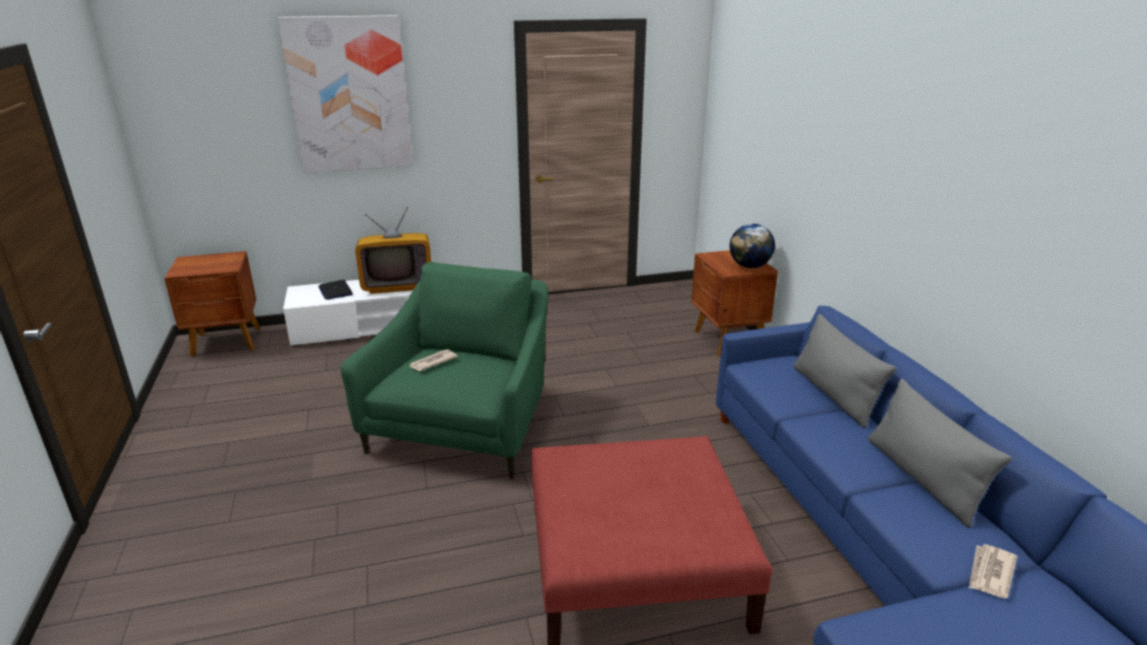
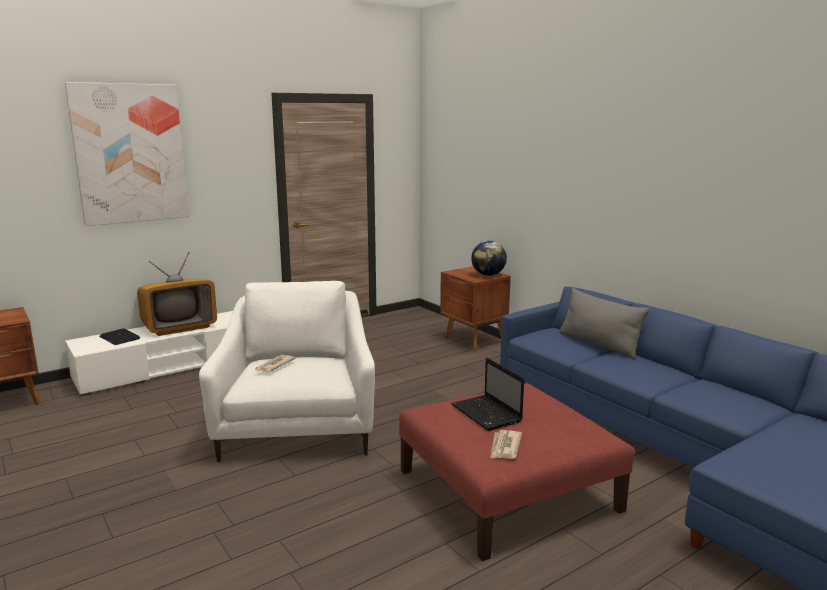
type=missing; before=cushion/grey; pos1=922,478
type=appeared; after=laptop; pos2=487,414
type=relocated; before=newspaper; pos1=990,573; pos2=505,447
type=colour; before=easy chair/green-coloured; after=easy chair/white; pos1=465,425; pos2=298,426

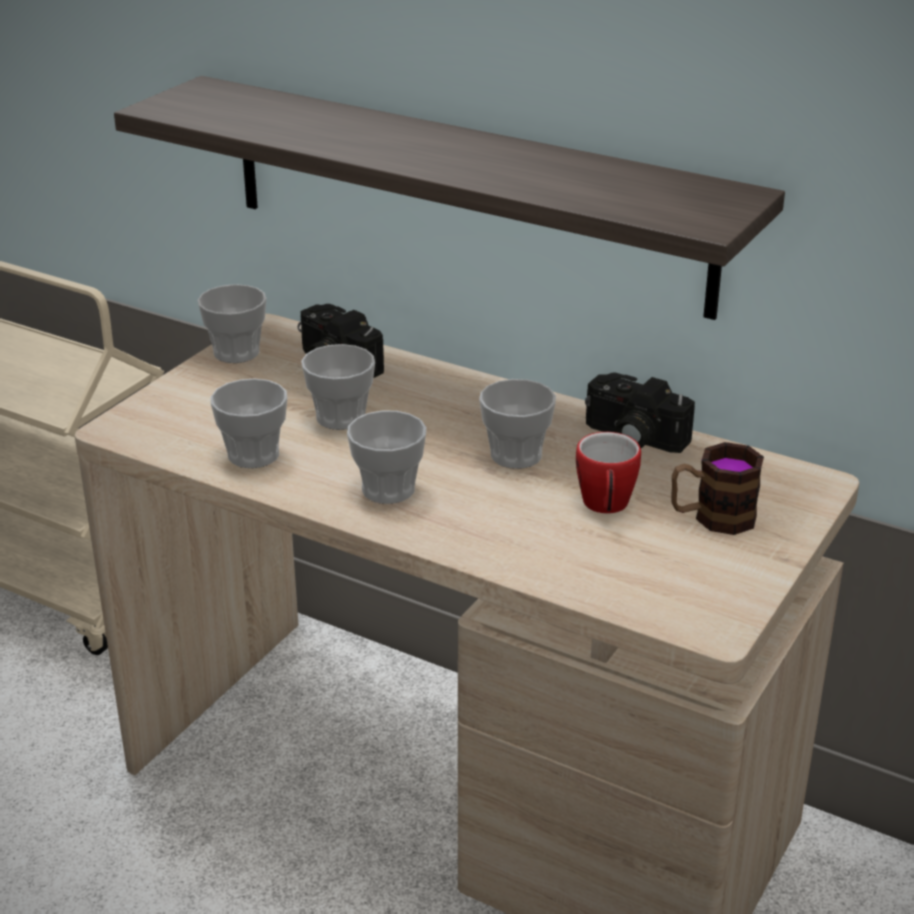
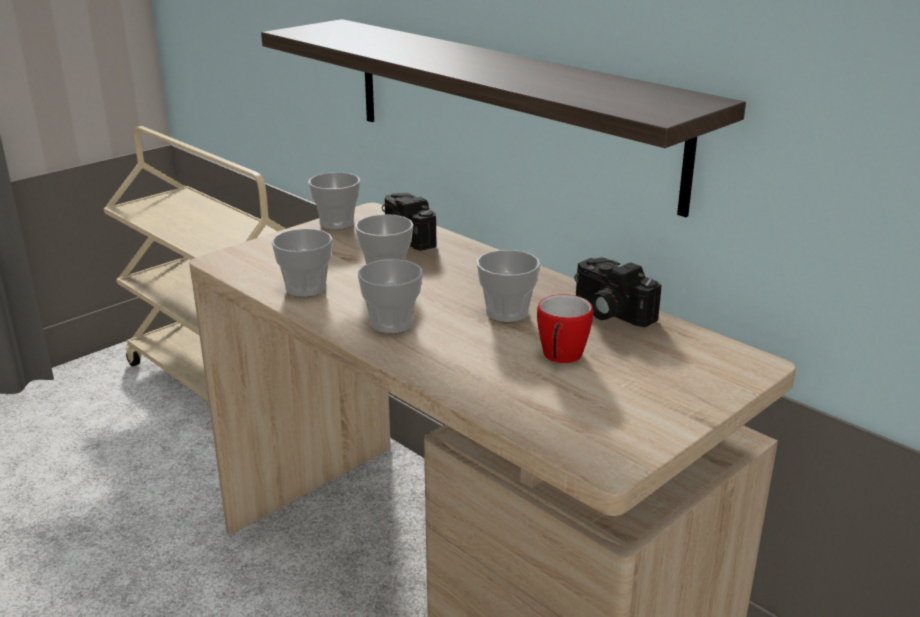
type=missing; before=tea mug; pos1=712,518

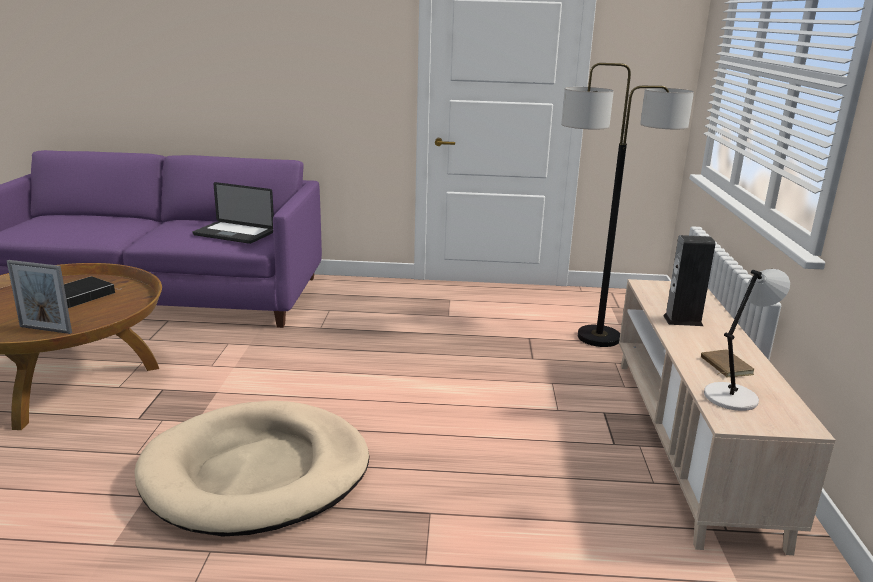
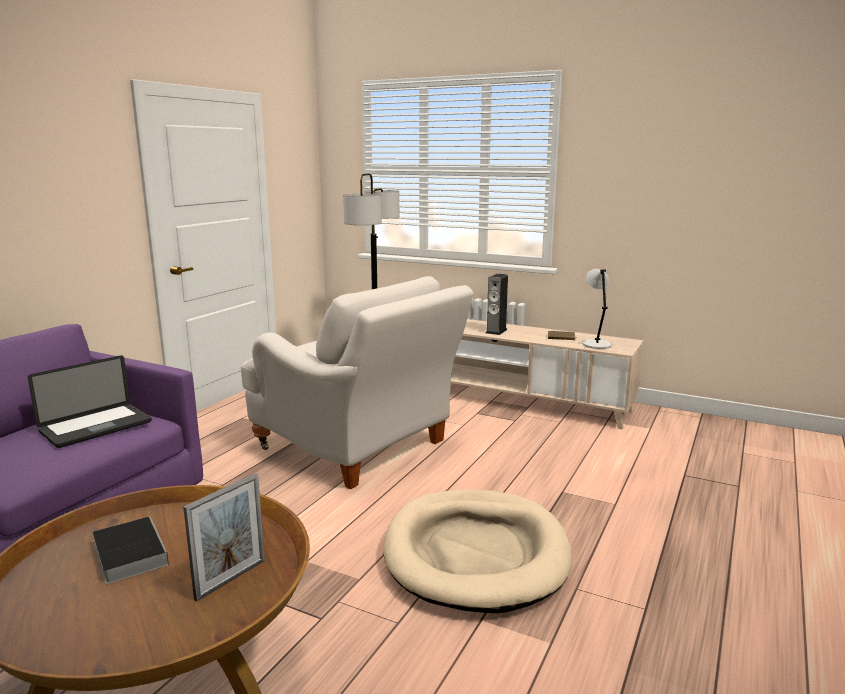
type=appeared; after=easy chair/white; pos2=358,448

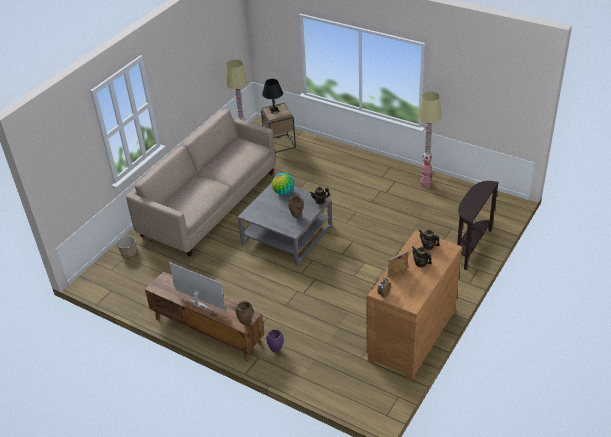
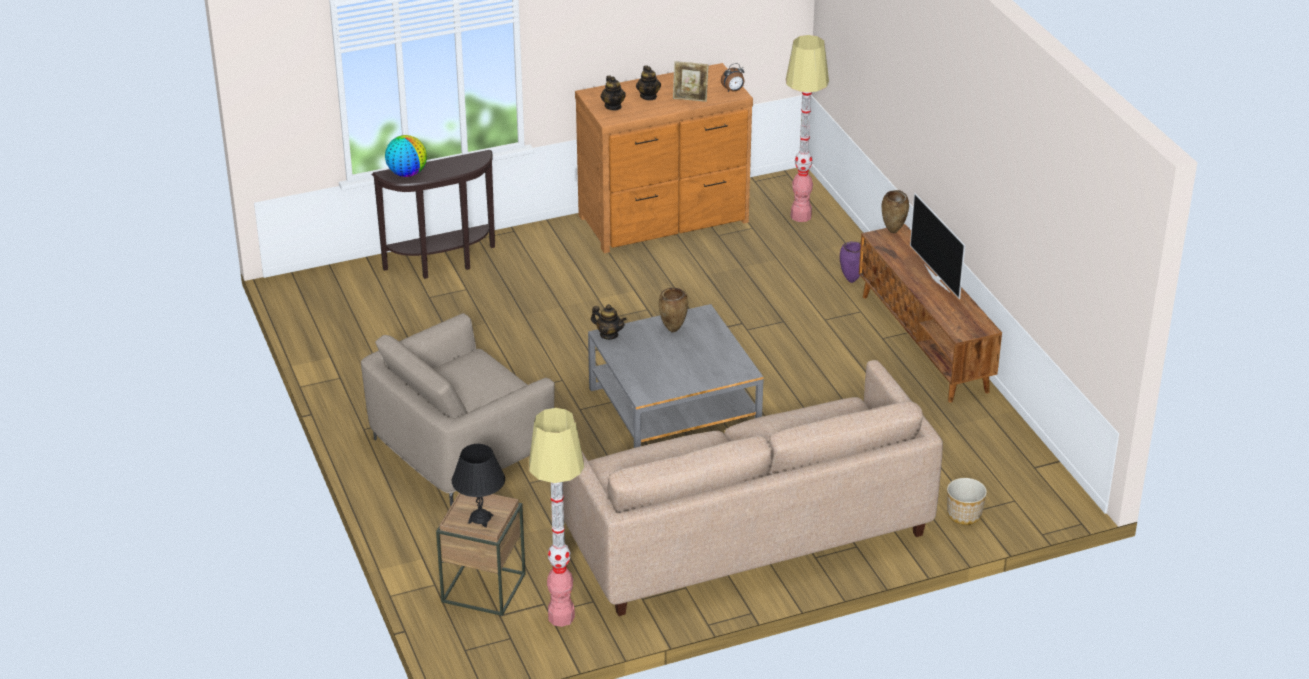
type=appeared; after=easy chair/beige; pos2=460,448
type=relocated; before=globe; pos1=283,192; pos2=407,173
type=relocated; before=standard lamp; pos1=425,184; pos2=801,216

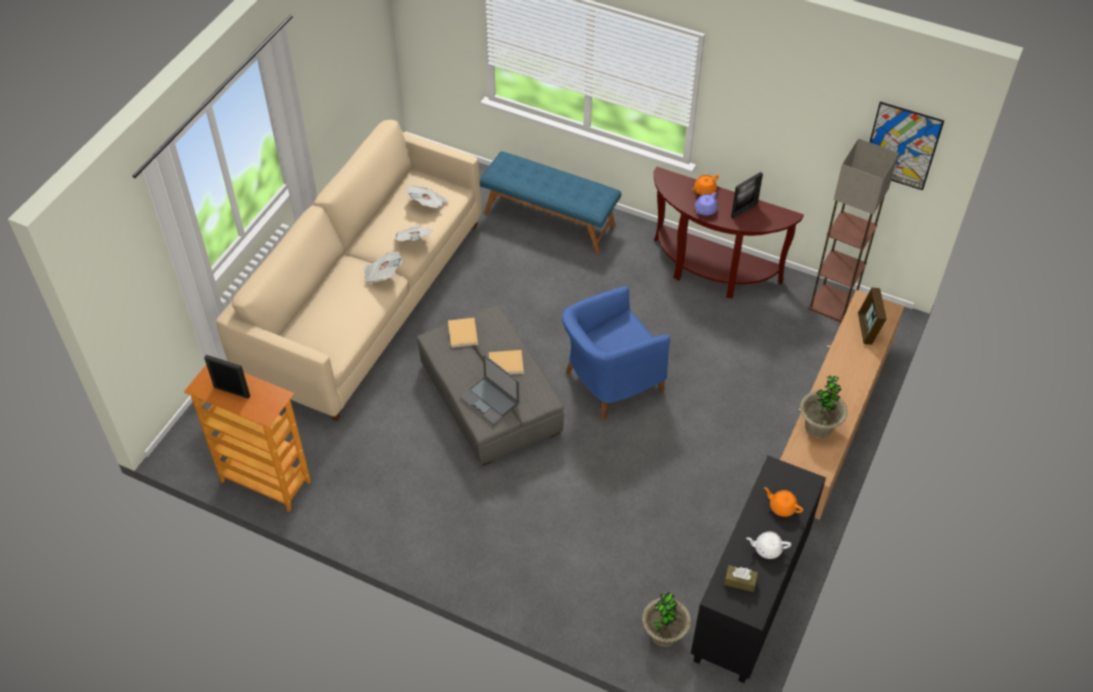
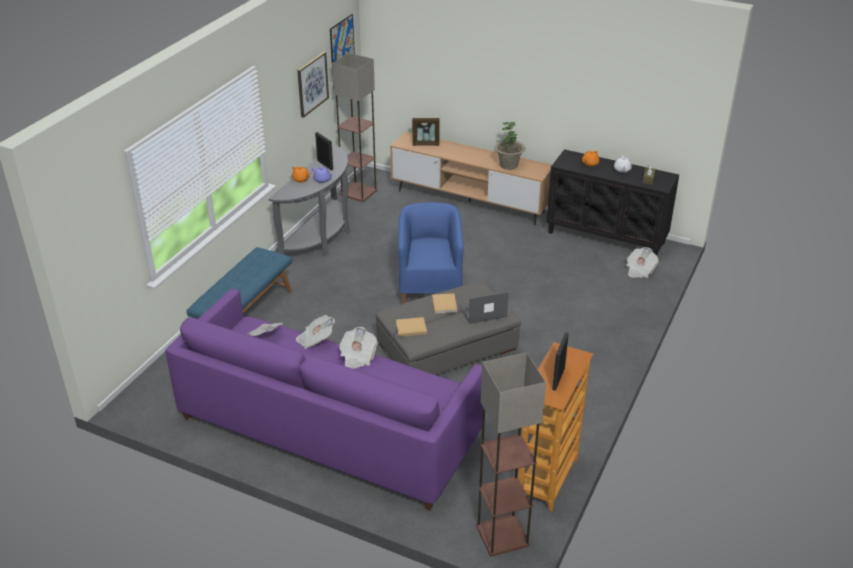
type=appeared; after=wall picture; pos2=312,84
type=appeared; after=standard lamp; pos2=502,536
type=exchanged; before=plant in a pot; after=newspaper; pos1=664,634; pos2=639,270
type=colour; before=sofa/beige; after=sofa/purple-coloured; pos1=365,299; pos2=328,428
type=colour; before=hall table/brownish; after=hall table/grey; pos1=711,271; pos2=321,239
type=spun; before=laptop; pos1=490,401; pos2=483,312; turn=-150
type=spun; before=easy chair/bluish; pos1=610,382; pos2=430,287; turn=-150

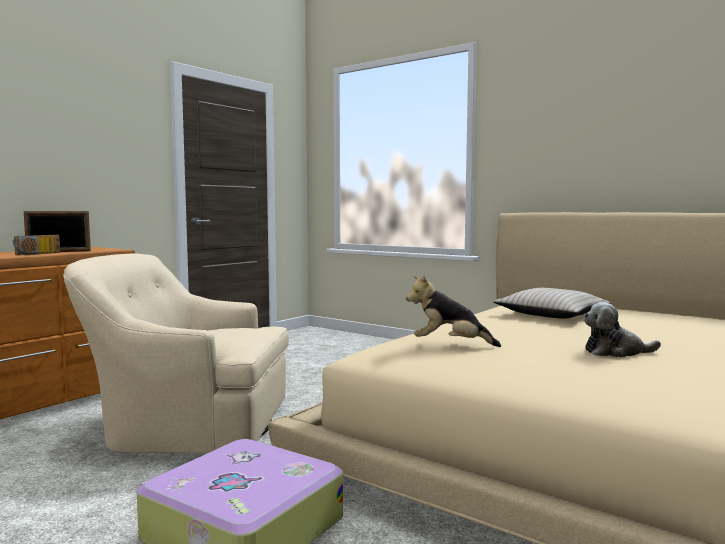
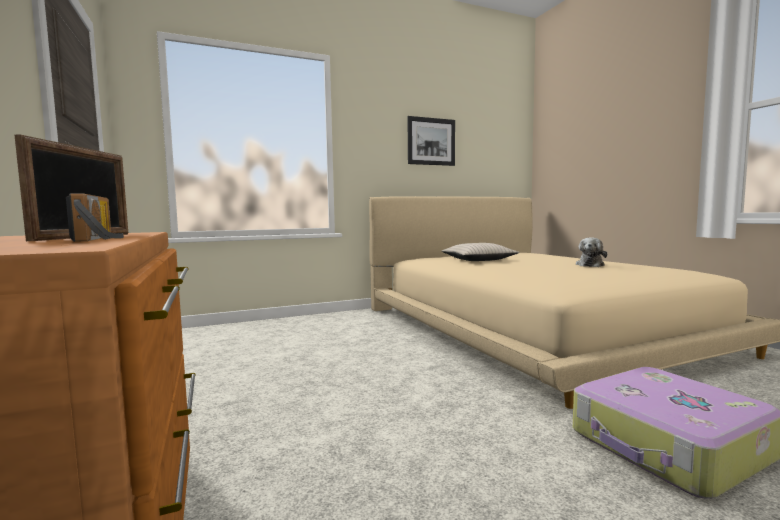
type=missing; before=easy chair/beige; pos1=186,426
type=missing; before=soft toy; pos1=450,345
type=appeared; after=wall picture; pos2=431,141

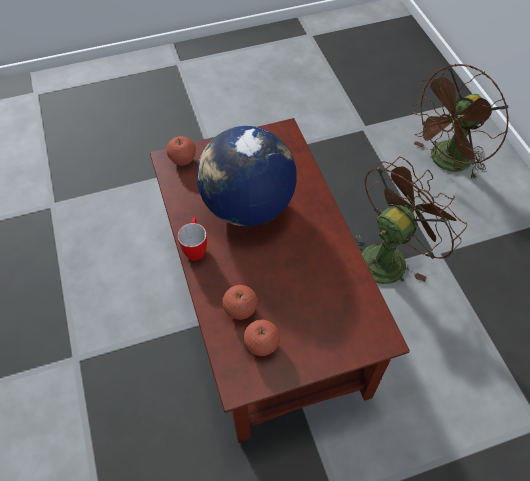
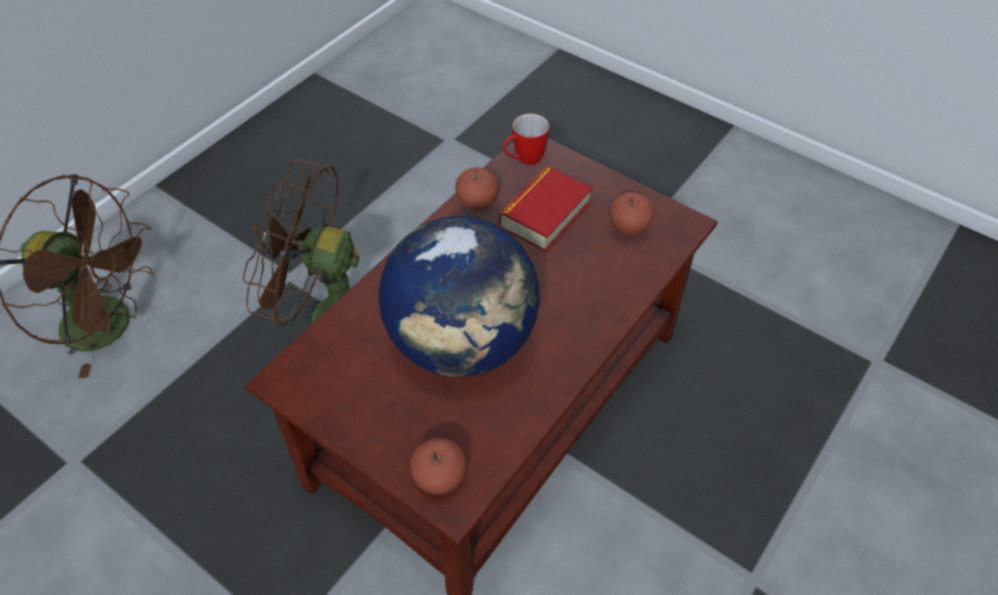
type=appeared; after=volume; pos2=545,214
type=relocated; before=tea mug; pos1=195,248; pos2=523,160
type=relocated; before=apple fruit; pos1=240,310; pos2=477,203

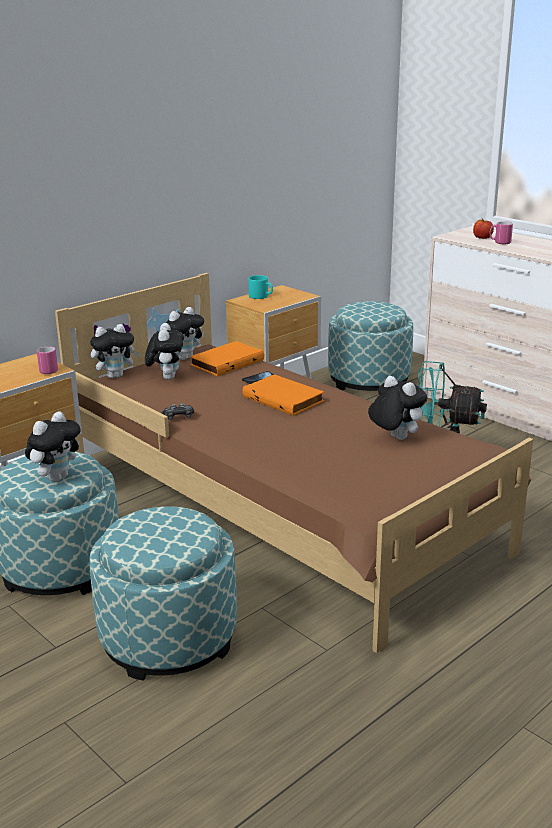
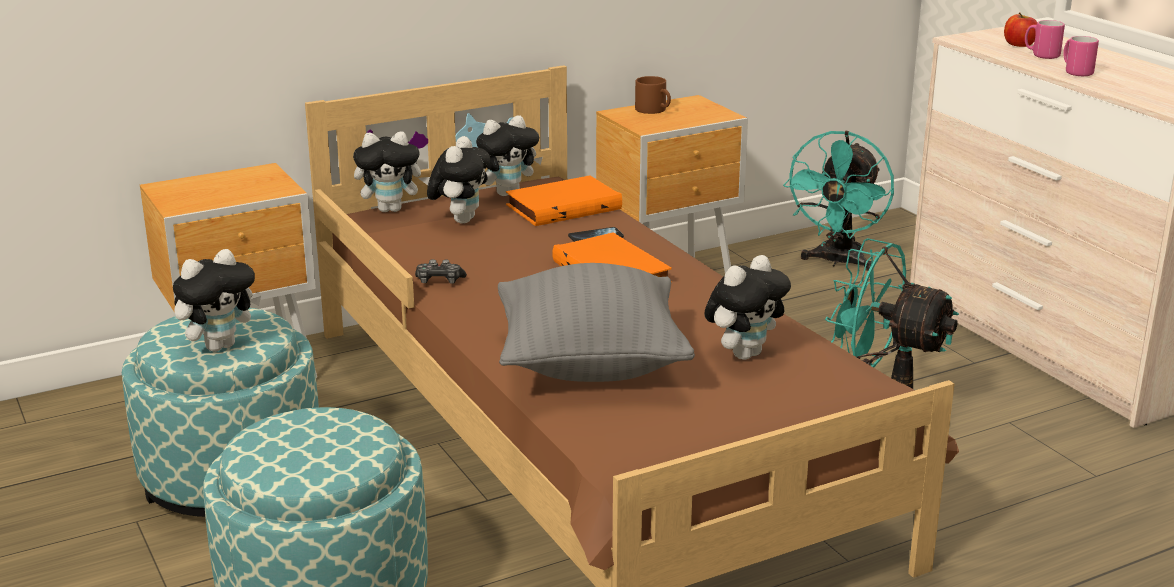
type=appeared; after=cushion/grey; pos2=590,365
type=relocated; before=tea mug/pink-coloured; pos1=47,370; pos2=1075,72
type=exchanged; before=footrest; after=electric fan/blue-green; pos1=369,380; pos2=837,262
type=colour; before=tea mug/blue-green; after=tea mug/brownish; pos1=261,296; pos2=654,110
type=spun; before=soft toy; pos1=395,438; pos2=744,353; turn=75

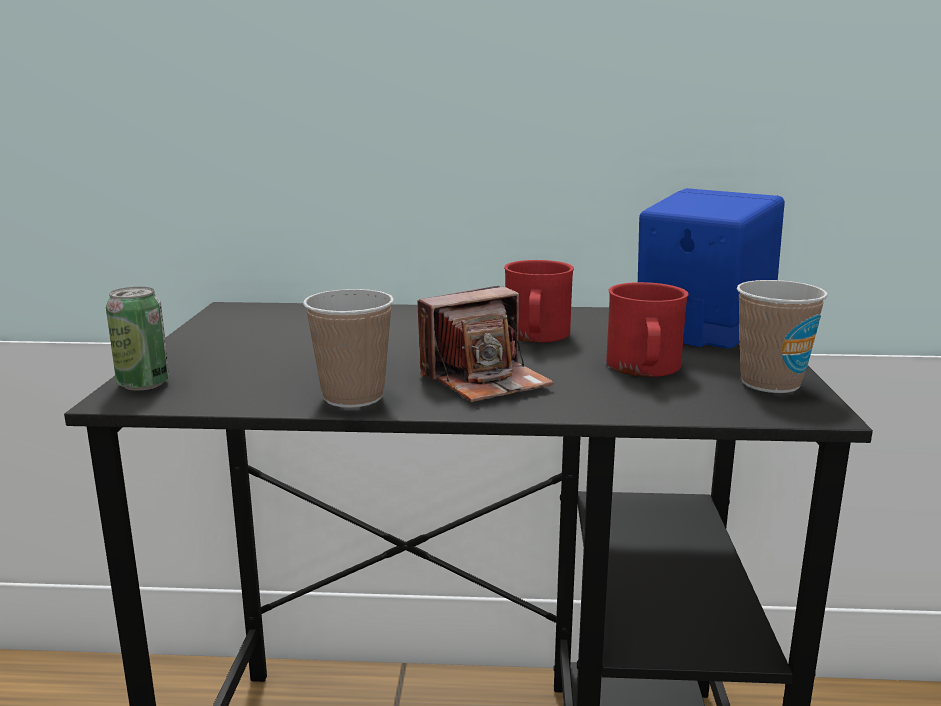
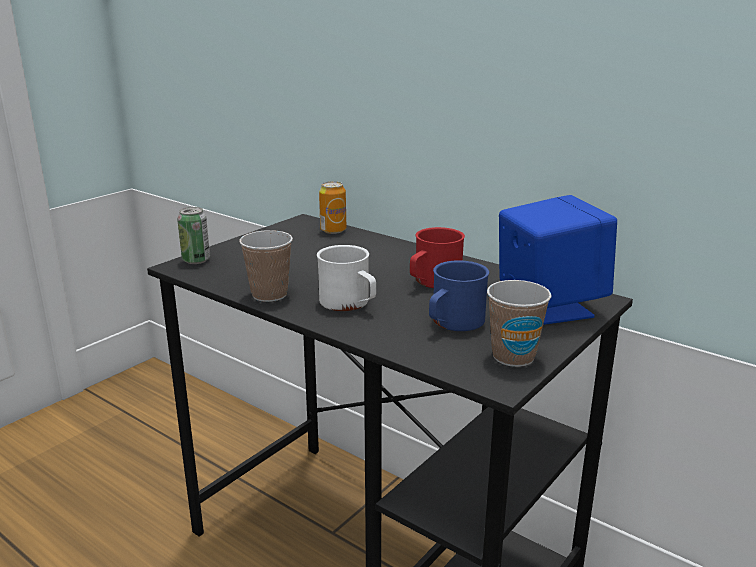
type=appeared; after=metal can; pos2=333,230
type=exchanged; before=still camera; after=tea mug/white; pos1=485,380; pos2=349,304
type=colour; before=tea mug/reddish; after=tea mug/bluish; pos1=644,369; pos2=453,323

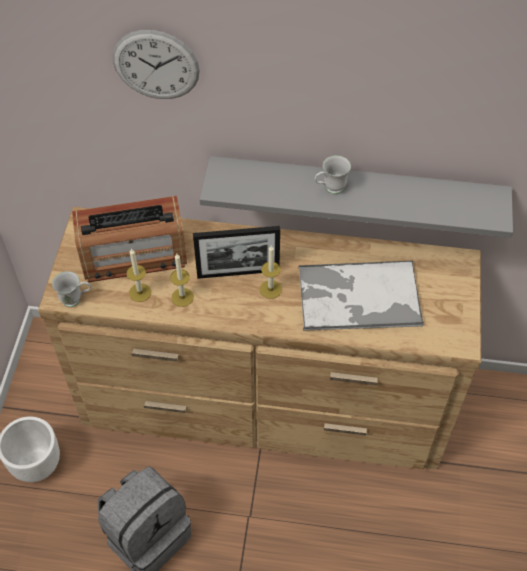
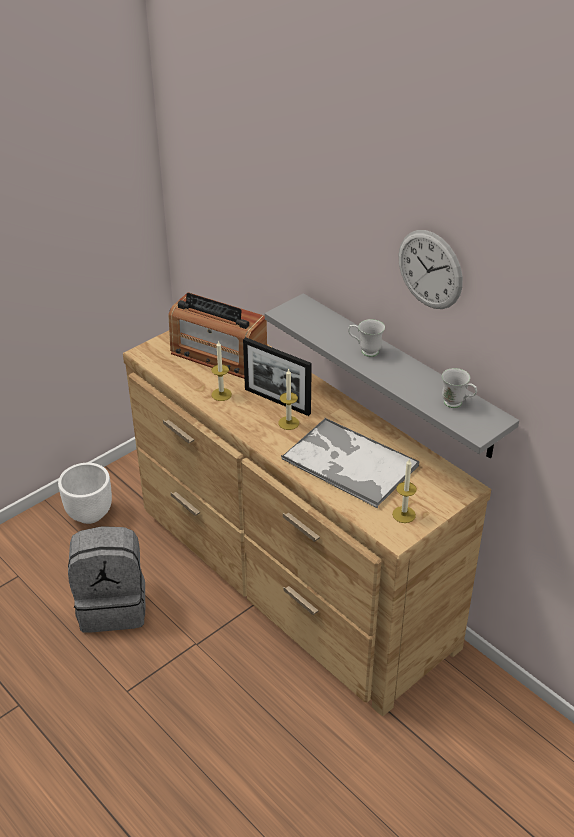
type=relocated; before=tea mug/white; pos1=76,300; pos2=457,404
type=relocated; before=hanging clock; pos1=156,65; pos2=430,269
type=relocated; before=candle; pos1=140,292; pos2=404,514

